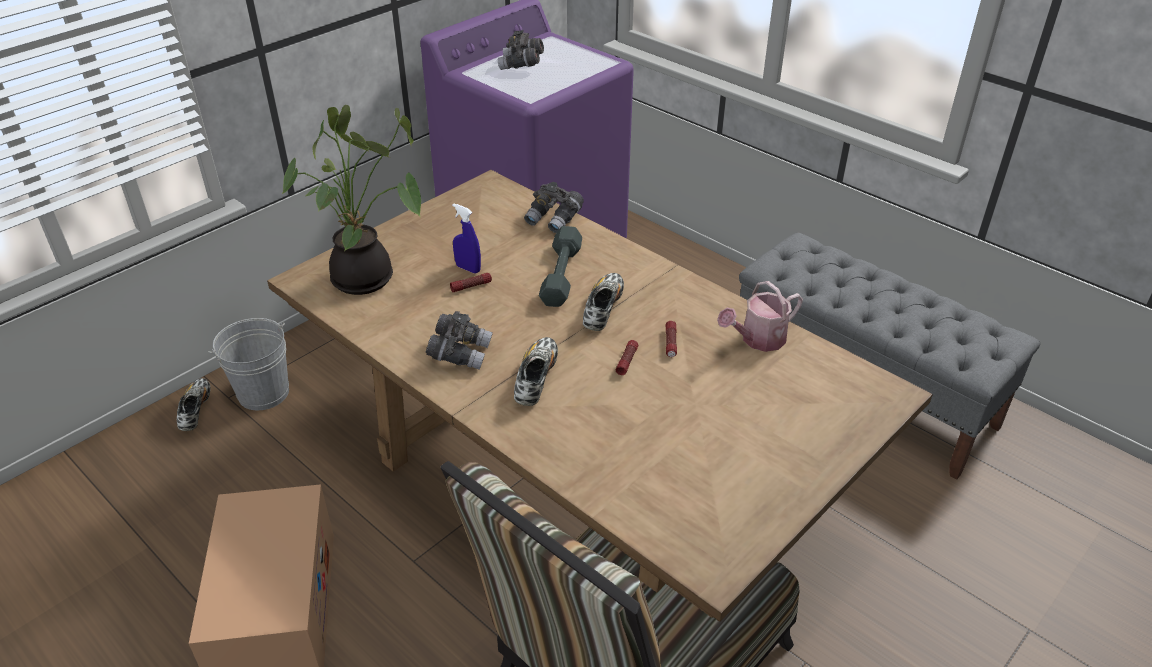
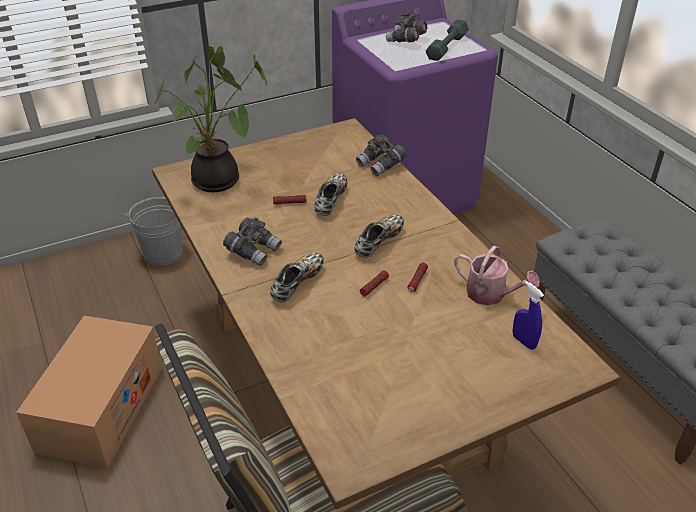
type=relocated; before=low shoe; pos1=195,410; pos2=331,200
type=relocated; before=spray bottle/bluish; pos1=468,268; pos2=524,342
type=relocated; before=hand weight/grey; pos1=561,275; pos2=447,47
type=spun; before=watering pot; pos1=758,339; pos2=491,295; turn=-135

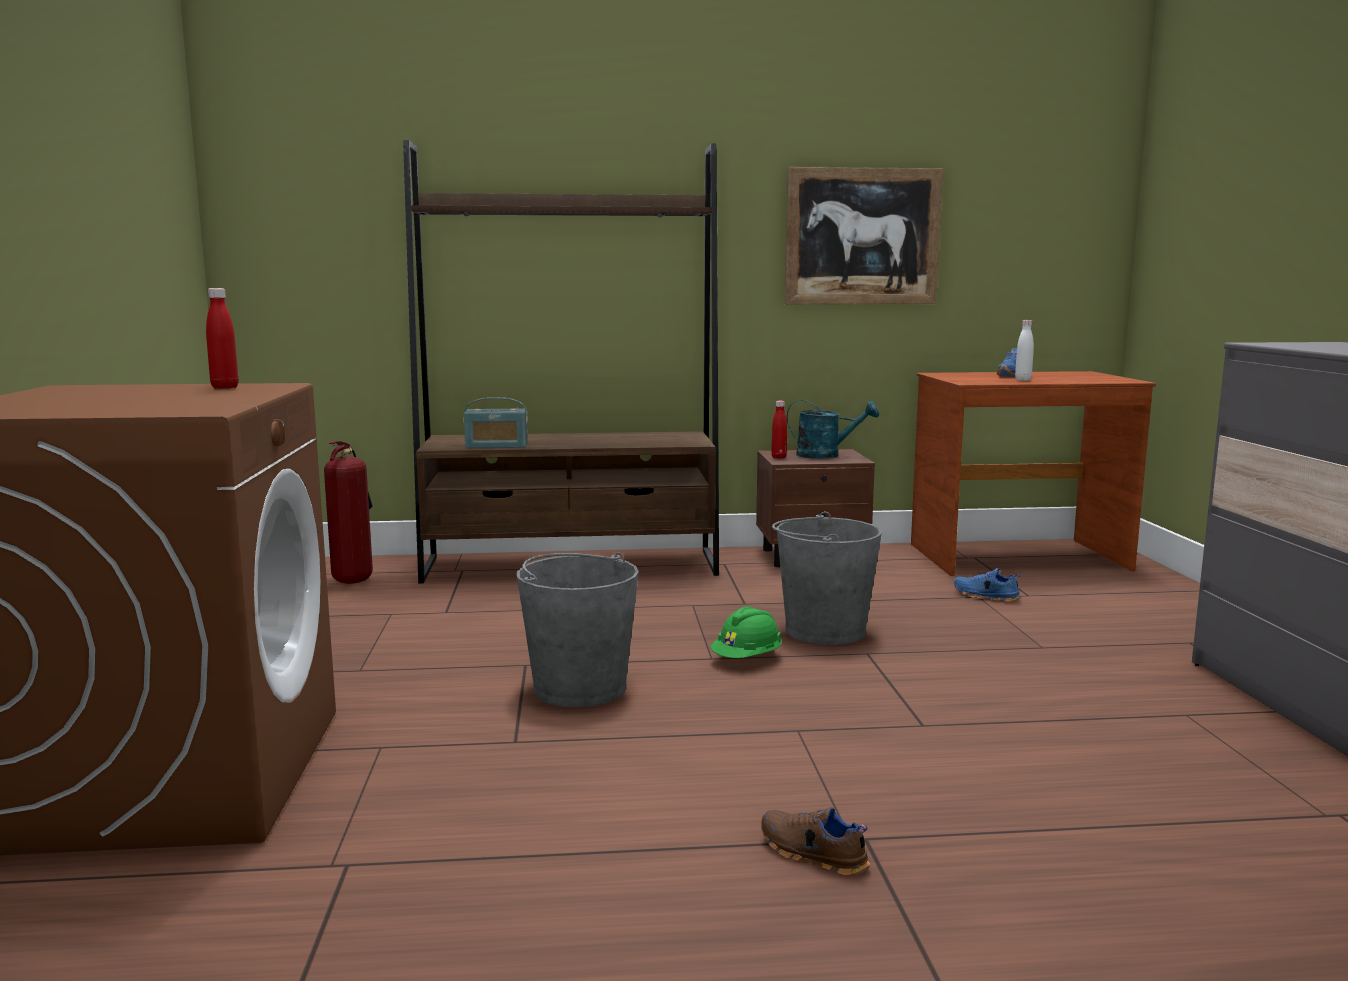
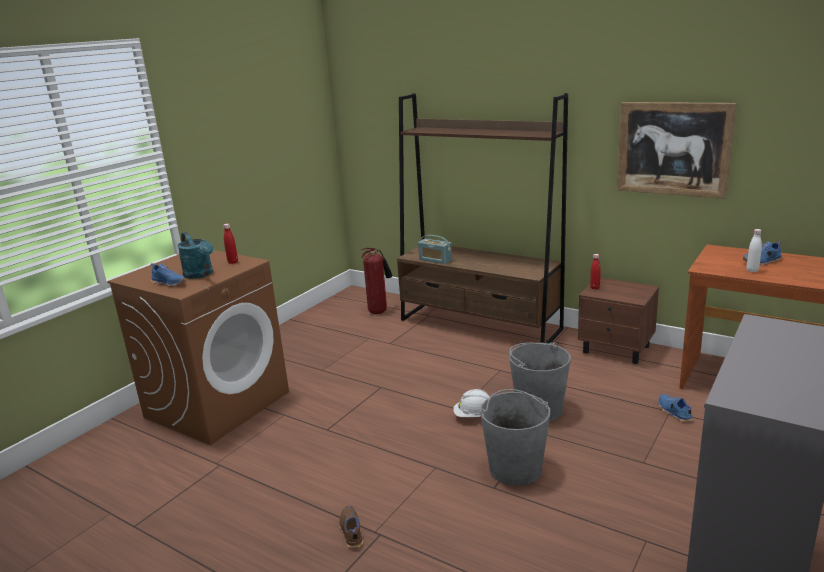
type=appeared; after=low shoe/bluish; pos2=170,283
type=relocated; before=water bucket/grey; pos1=579,688; pos2=515,468
type=relocated; before=watering pot/blue-green; pos1=826,455; pos2=201,275
type=colour; before=hard hat/green-coloured; after=hard hat/white; pos1=747,659; pos2=474,416

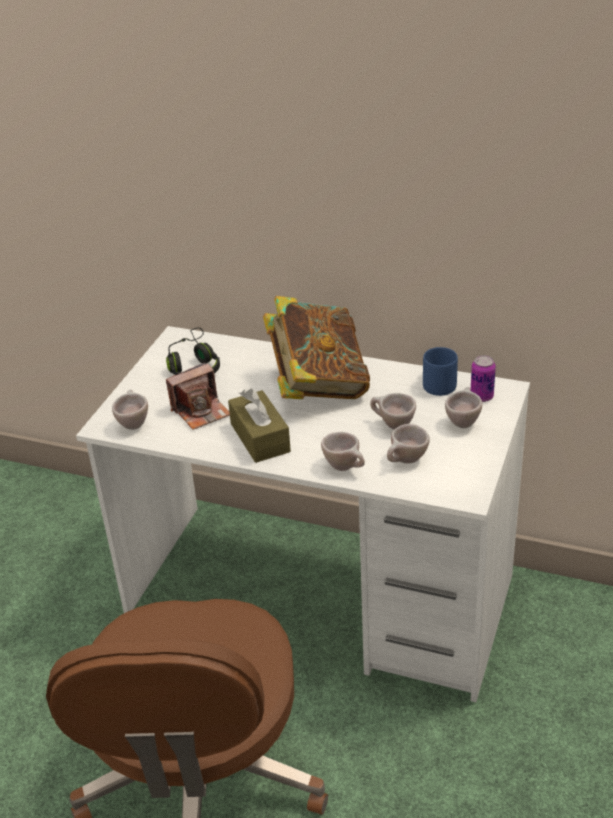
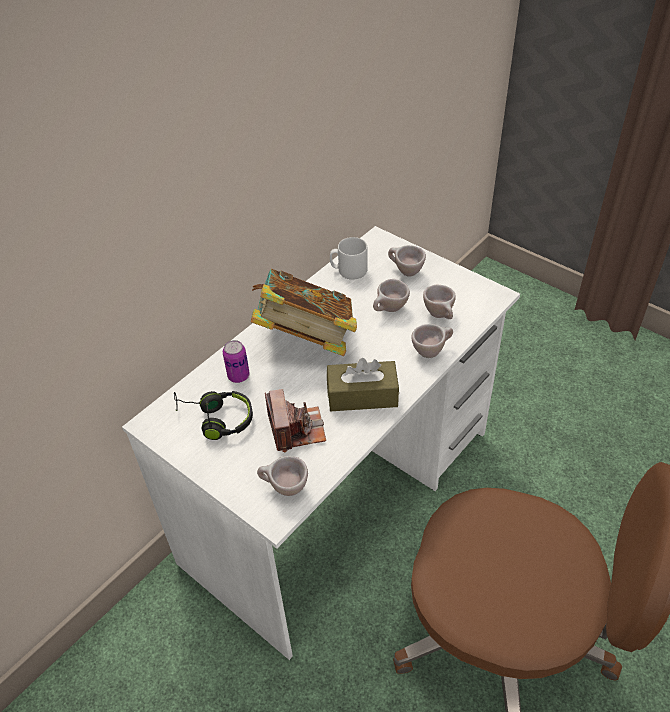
type=relocated; before=metal can; pos1=481,397; pos2=238,376
type=colour; before=tea mug/bluish; after=tea mug/grey; pos1=437,384; pos2=348,270

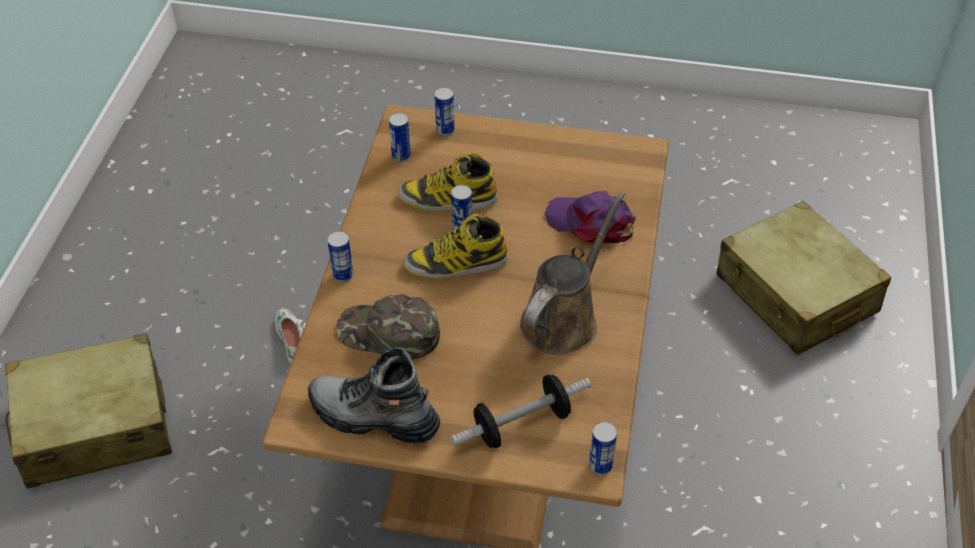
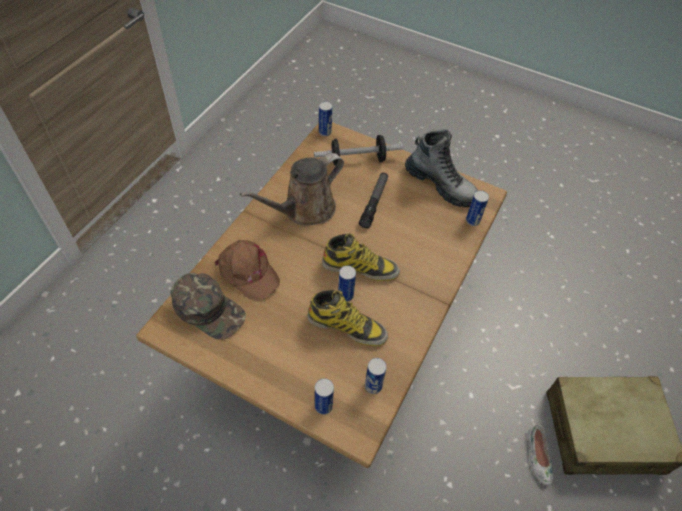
type=missing; before=travel case/beige; pos1=796,294
type=appeared; after=torch; pos2=374,203
type=relocated; before=low shoe/white; pos1=292,340; pos2=538,457
type=relocated; before=metal can; pos1=343,275; pos2=472,221
type=relocated; before=peaked cap/green-coloured; pos1=388,334; pos2=209,309
type=colour; before=peaked cap/purple-coloured; after=peaked cap/brownish; pos1=591,223; pos2=248,272

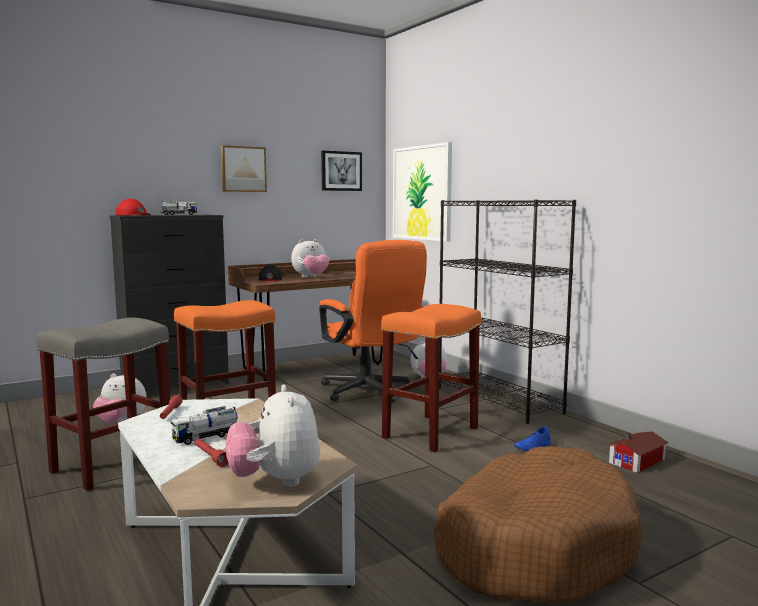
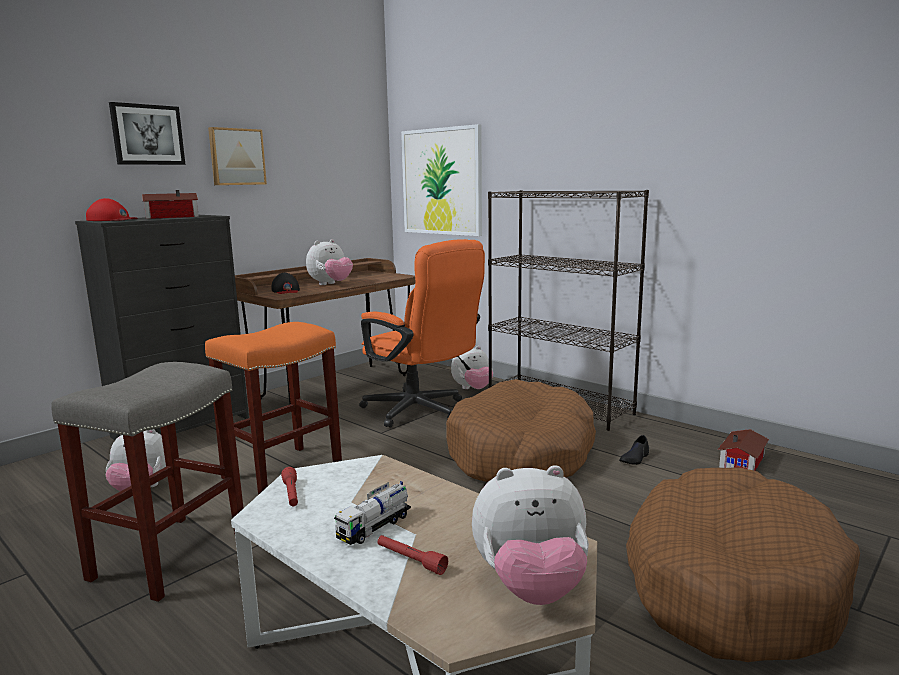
type=relocated; before=wall picture; pos1=341,171; pos2=147,135
type=exchanged; before=toy lorry; after=model house; pos1=179,214; pos2=170,217
type=exchanged; before=stool/orange; after=dog cushion/brownish; pos1=431,432; pos2=521,454
type=colour; before=low shoe/bluish; after=low shoe/black-coloured; pos1=532,447; pos2=635,458
type=spun; before=soft toy; pos1=275,481; pos2=531,587; turn=-60

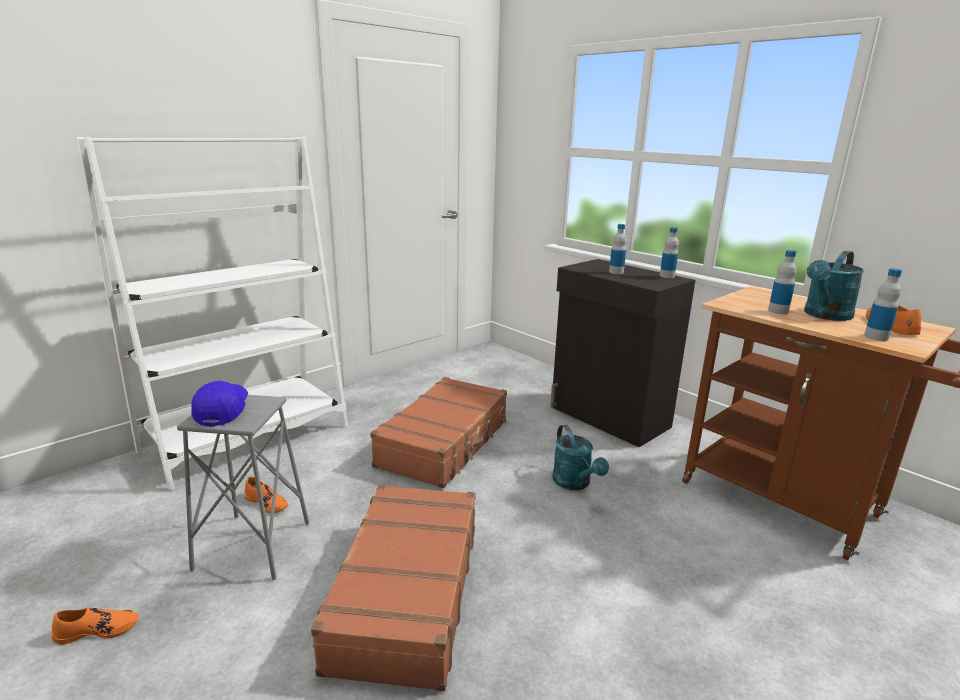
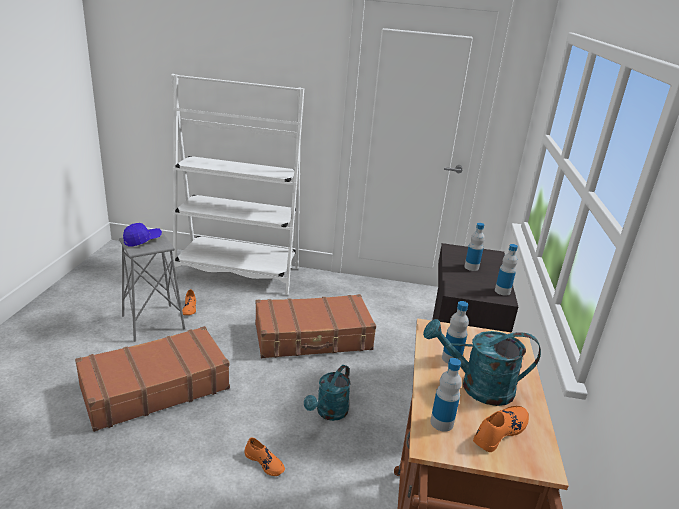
type=relocated; before=low shoe/orange; pos1=98,630; pos2=265,462

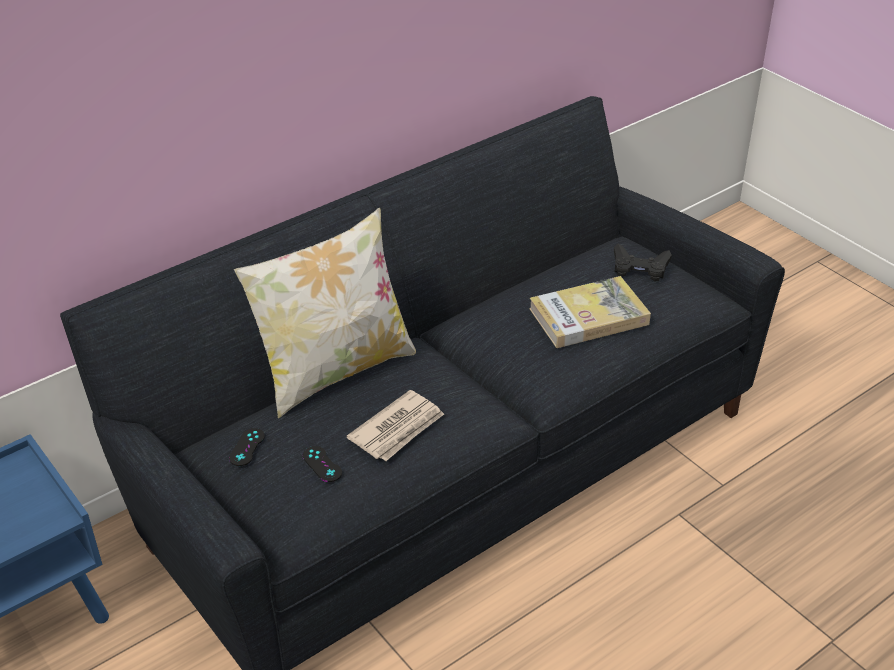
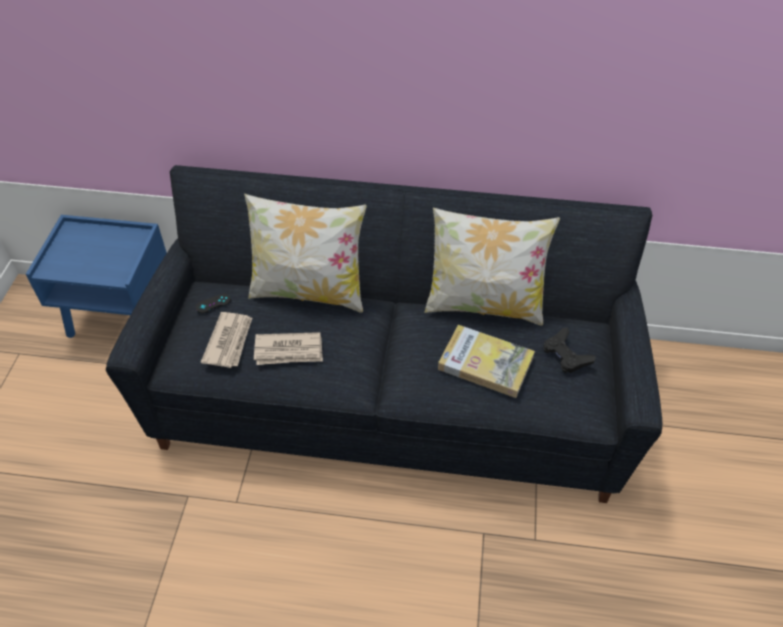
type=appeared; after=cushion; pos2=484,305
type=exchanged; before=gamepad/black-coloured; after=newspaper; pos1=322,464; pos2=229,341

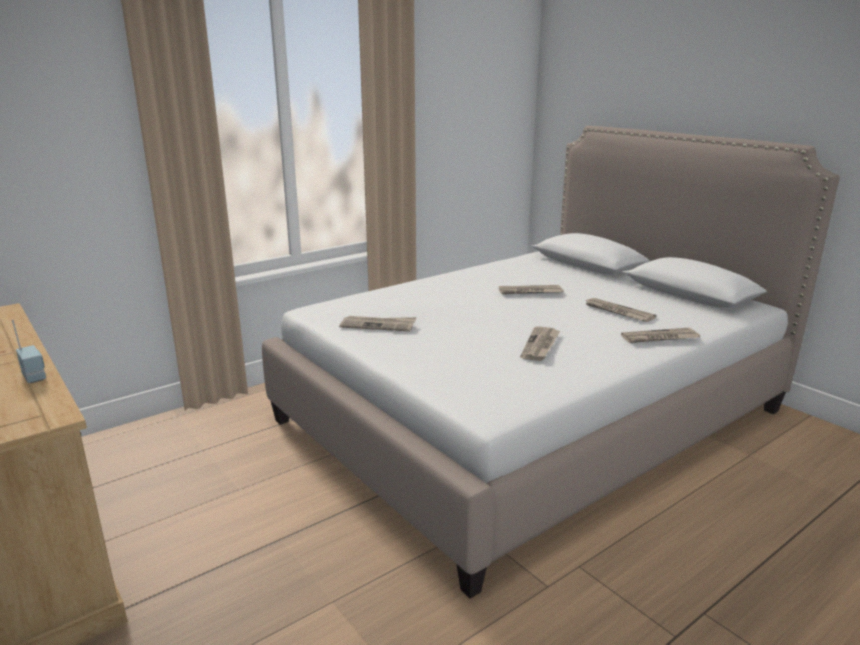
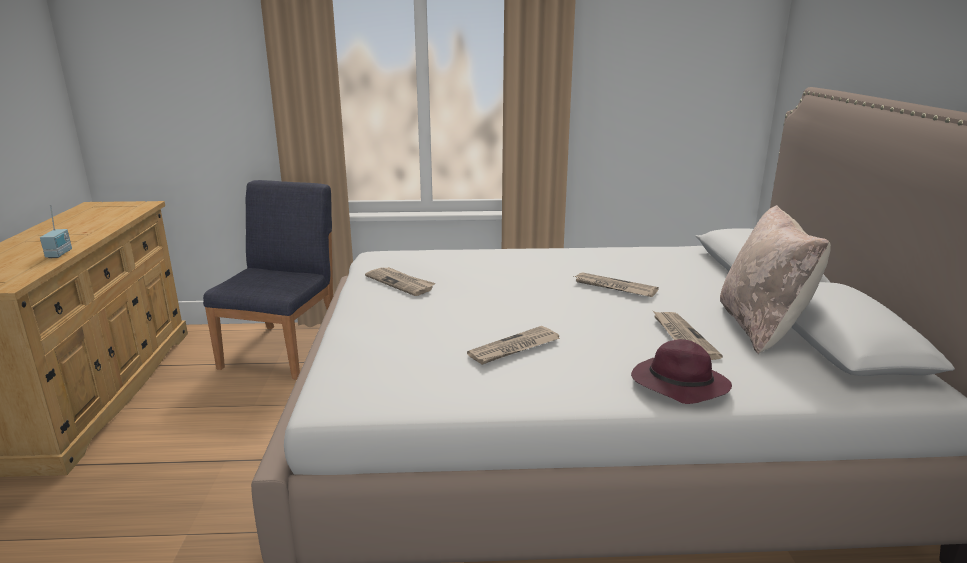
type=appeared; after=chair/bluish; pos2=284,350
type=appeared; after=cushion/beige; pos2=761,328
type=exchanged; before=newspaper; after=clothing hat/purple-coloured; pos1=659,338; pos2=677,385

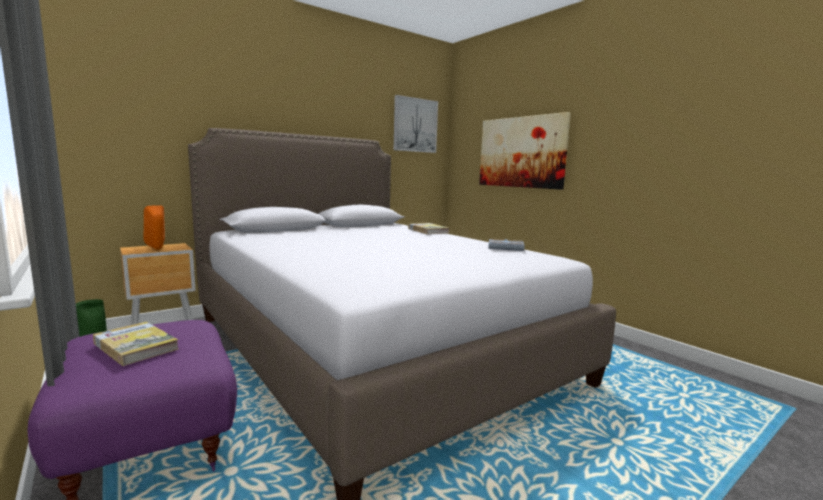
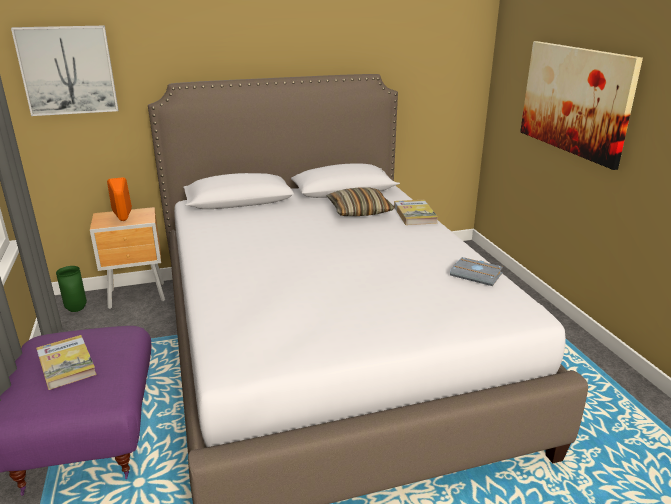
type=appeared; after=cushion; pos2=359,211
type=relocated; before=wall picture; pos1=415,125; pos2=68,70

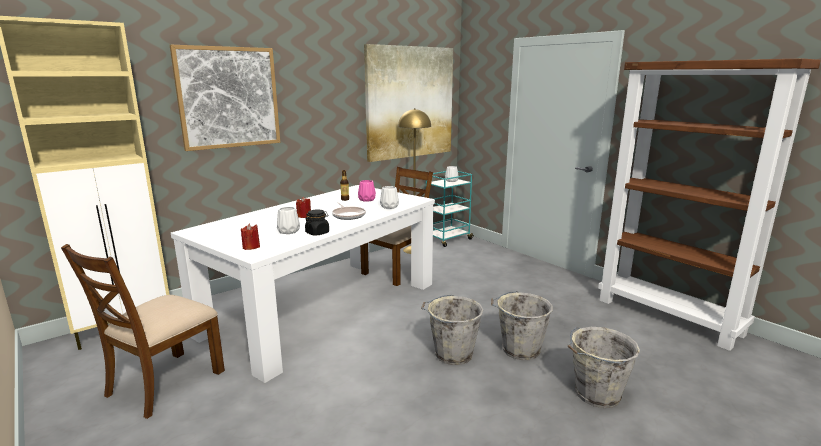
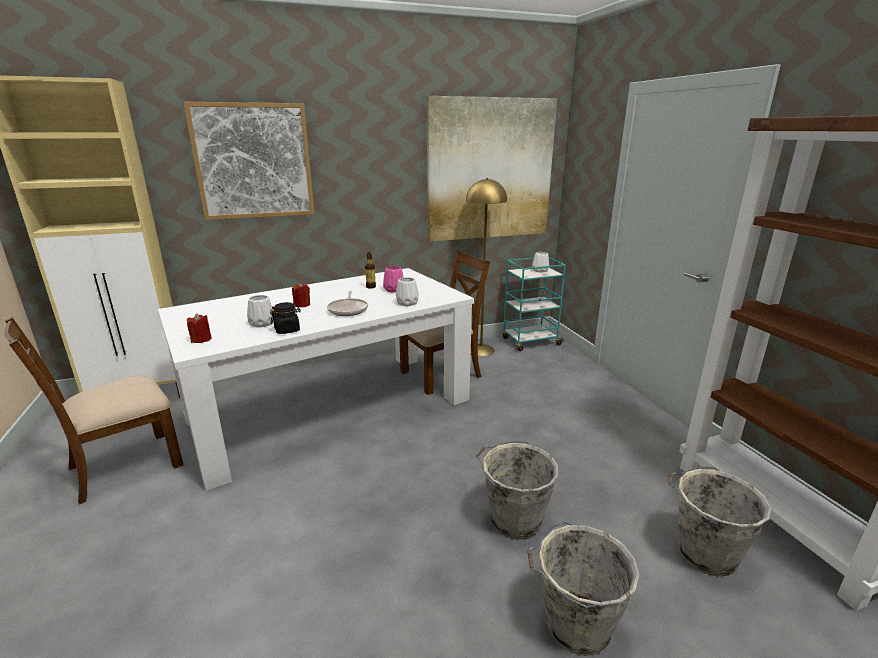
type=relocated; before=water bucket/grey; pos1=452,354; pos2=703,552

